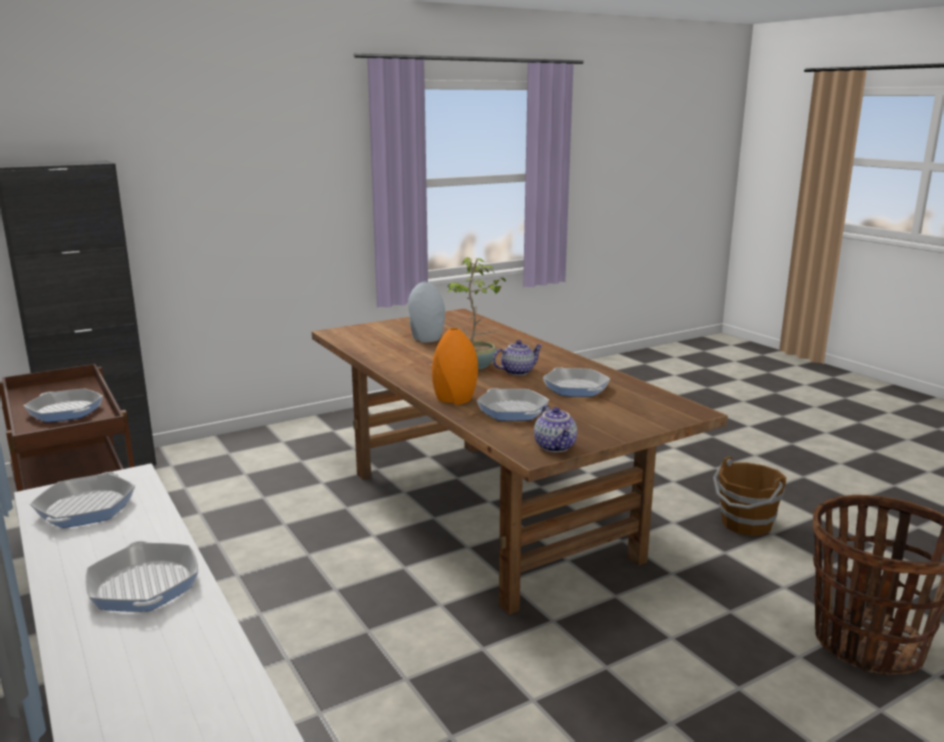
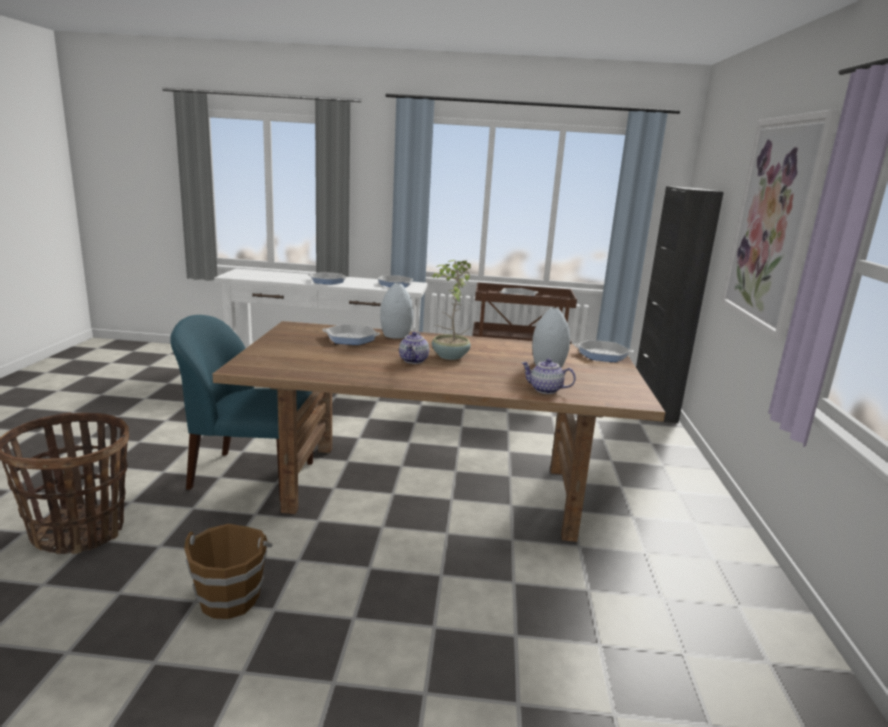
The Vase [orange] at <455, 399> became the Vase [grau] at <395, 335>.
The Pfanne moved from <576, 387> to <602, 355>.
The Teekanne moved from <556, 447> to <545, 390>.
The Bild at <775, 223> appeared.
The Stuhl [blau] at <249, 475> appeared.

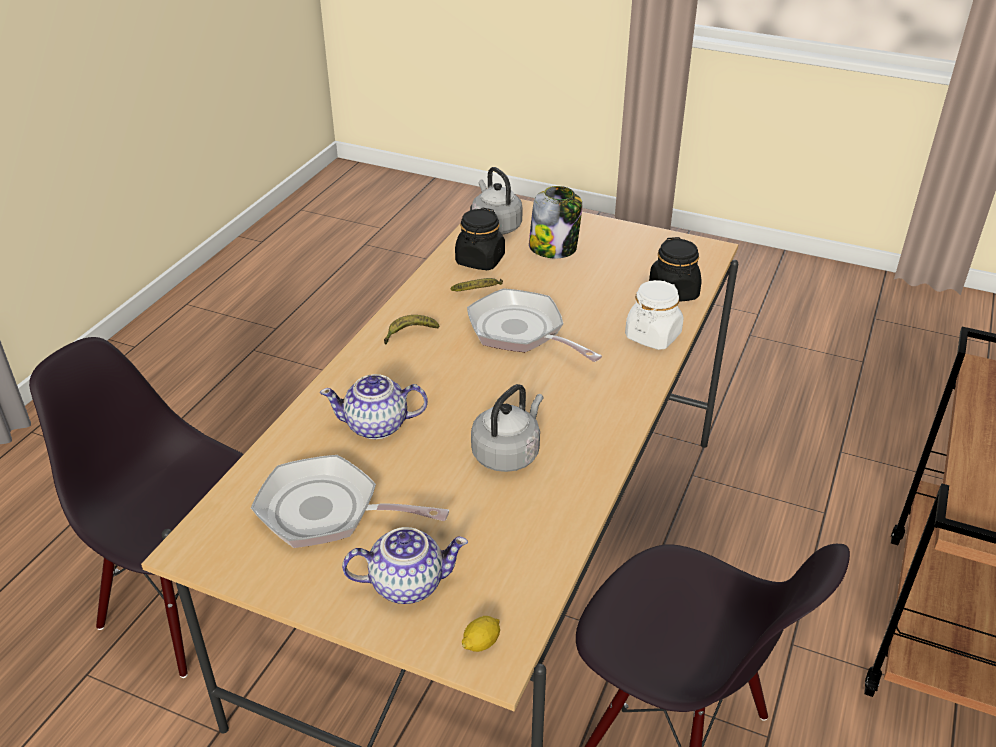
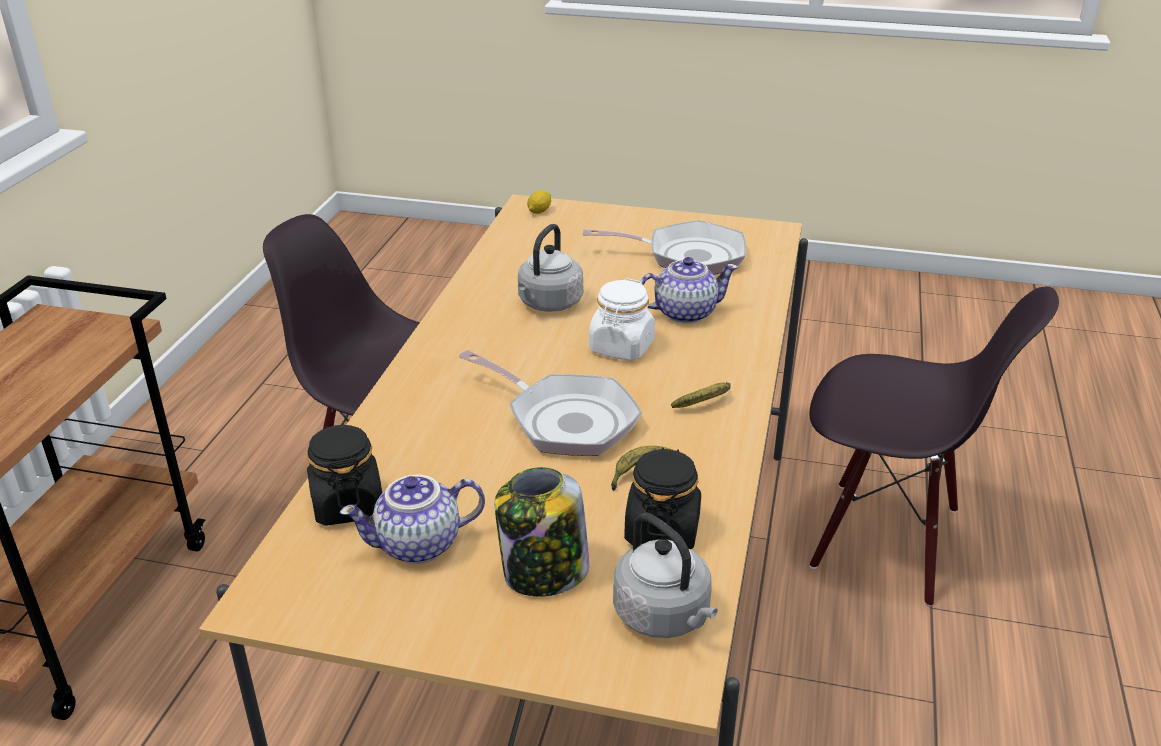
The Vorratsglas [weiß] moved from <653, 336> to <621, 347>.
The Teekanne moved from <408, 583> to <418, 546>.

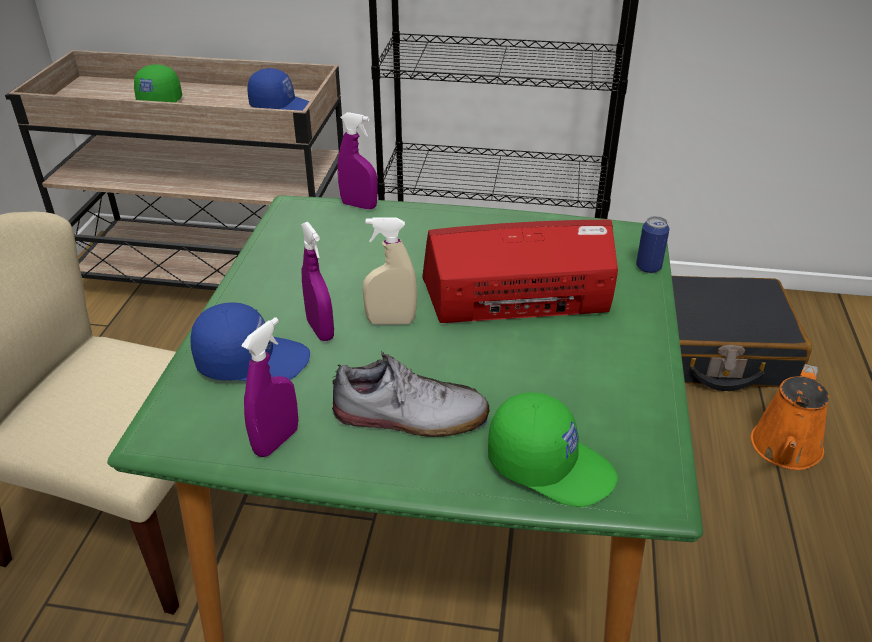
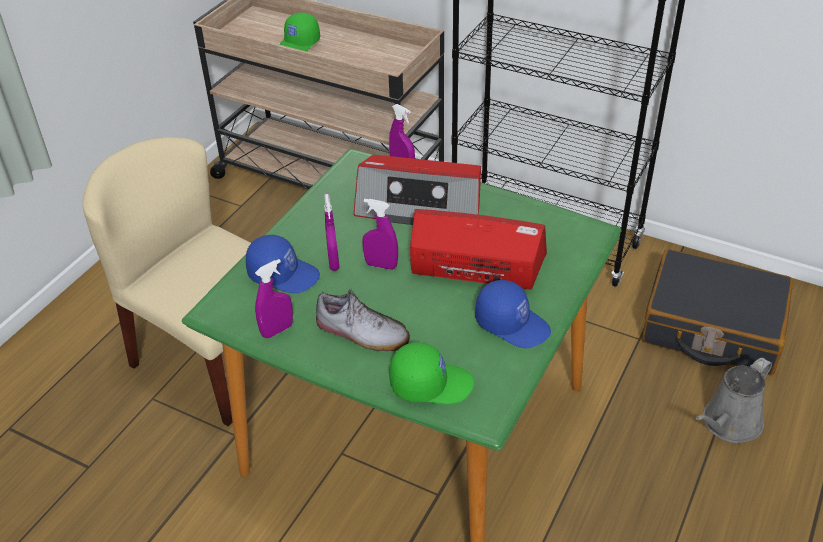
The Kappe [blau] moved from <282, 106> to <512, 324>.
The Dose at <648, 267> disappeared.
The Sprühflasche [beige] at <391, 321> became the Sprühflasche [lila] at <381, 265>.
The Gießkanne [orange] at <785, 450> became the Gießkanne [grau] at <728, 424>.
The Kappe [grün] at <550, 465> turned 45 degrees counterclockwise.
The Radio at <421, 206> appeared.

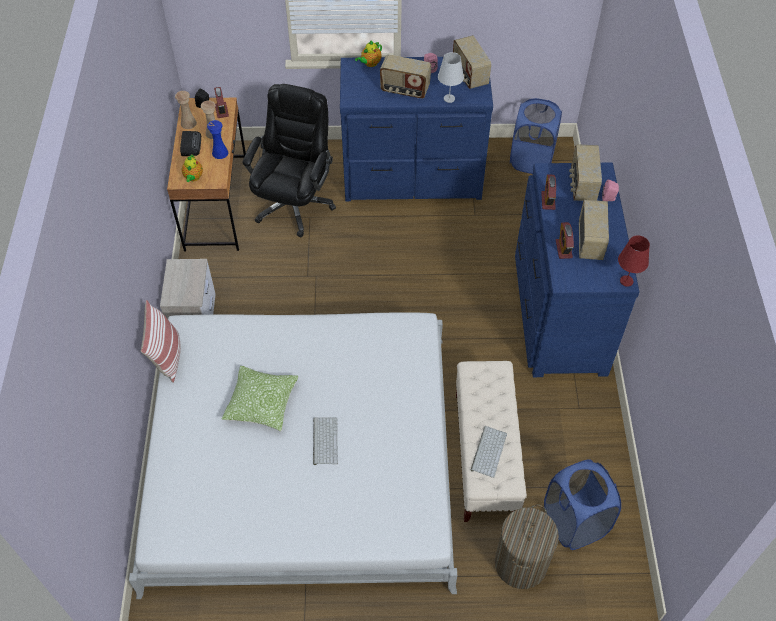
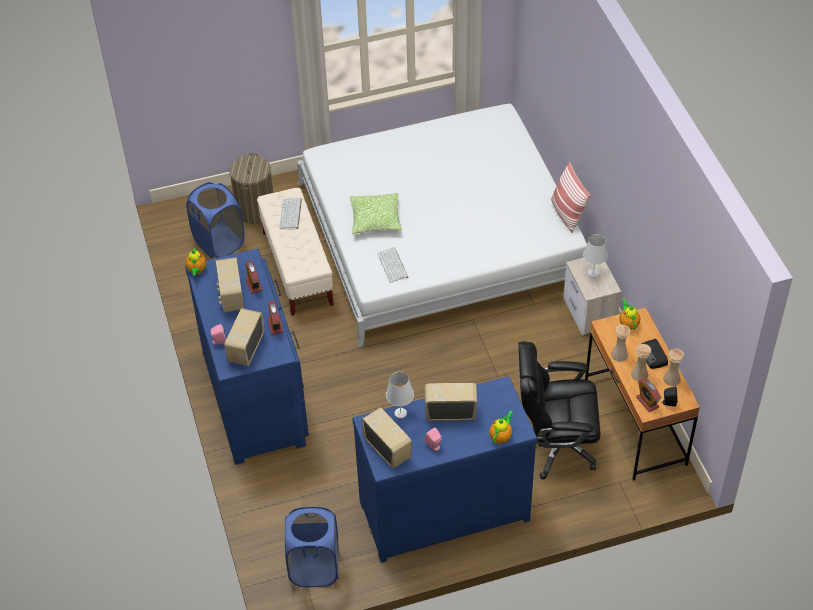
The Bürostuhl [schwarz] at <294, 204> turned 90 degrees clockwise.
The Vase [blau] at <220, 153> became the Vase [beige] at <619, 355>.
The Radio at <582, 185> turned 150 degrees counterclockwise.
The Tischlampe [rot] at <626, 281> was replaced by the Teekanne at <196, 270>.
The Kissen moved from <261, 403> to <375, 219>.
The Tastatur moved from <324, 440> to <393, 265>.
The Tischlampe [weiß] at <593, 273> appeared.

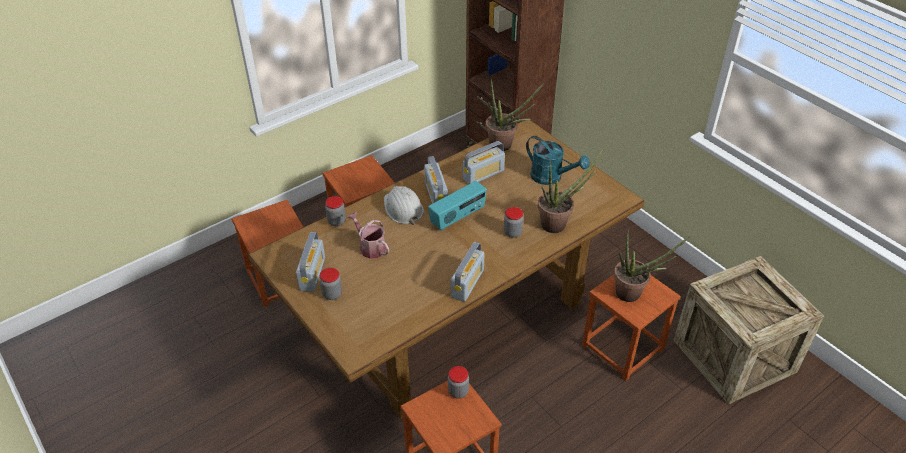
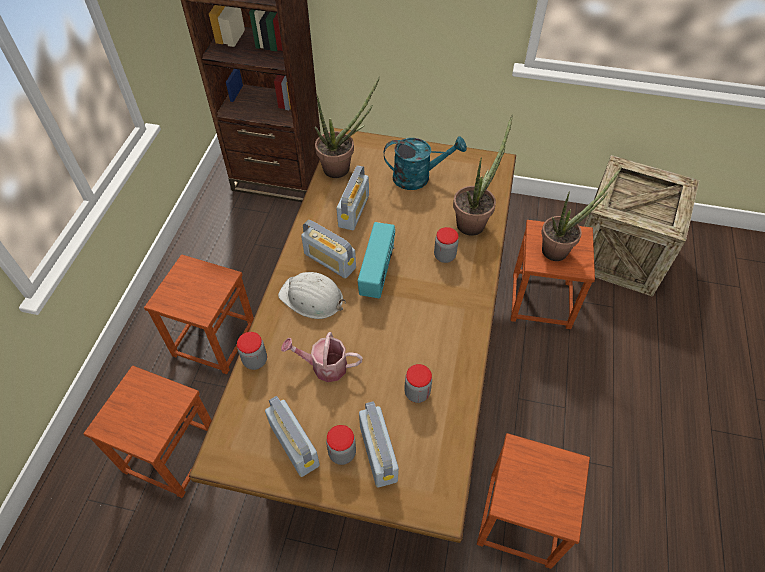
The Radio moved from <467, 283> to <378, 453>.
The Vorratsglas moved from <458, 391> to <417, 393>.

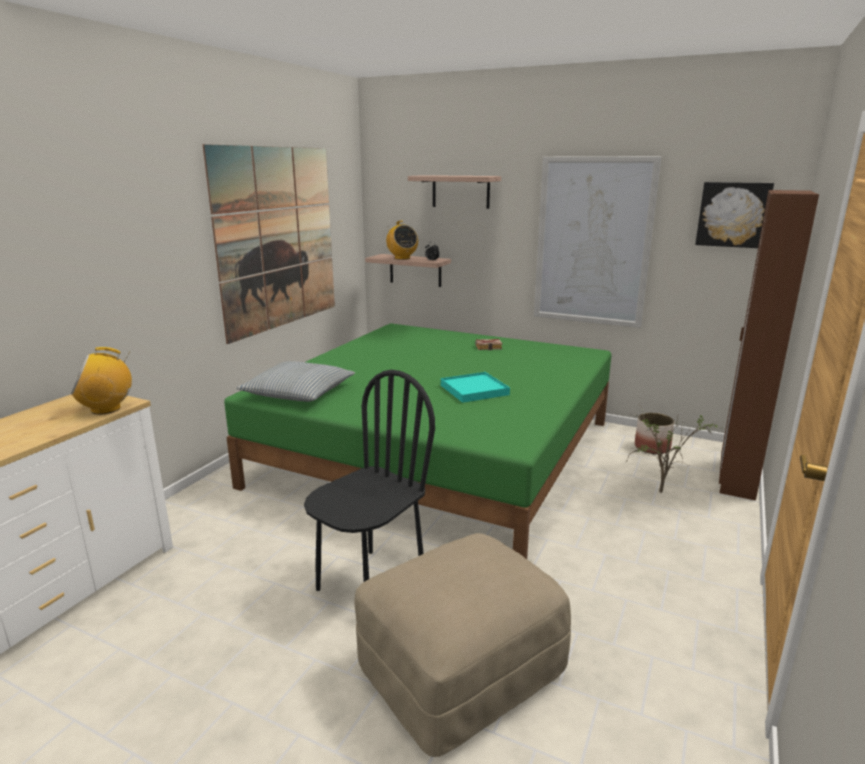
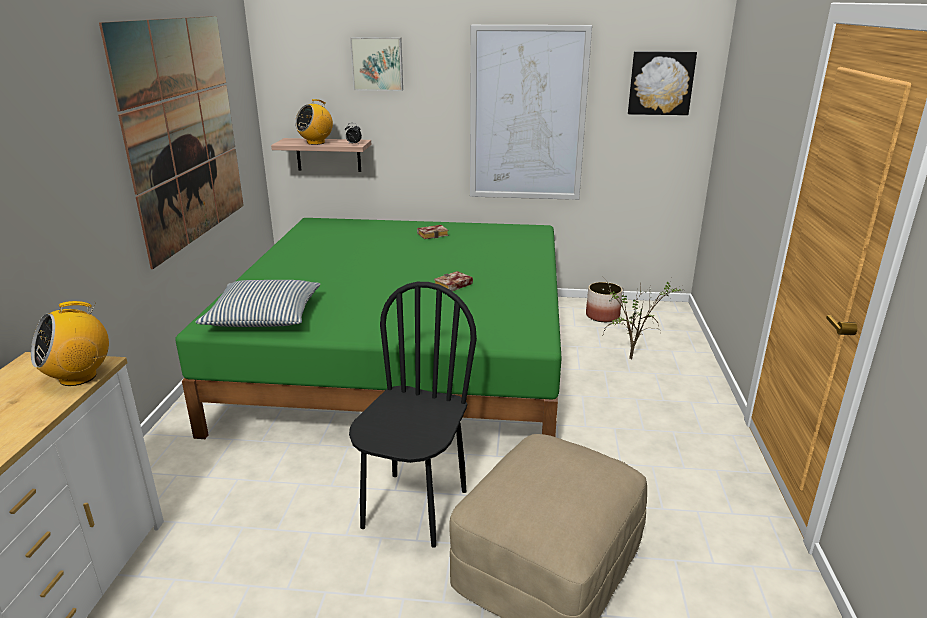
The Wandregal at <460, 191> was replaced by the Bild at <377, 63>.
The Kleiderschrank [braun] at <736, 478> disappeared.
The Radio at <402, 258> turned 90 degrees clockwise.
The Tablett [türkis] at <474, 390> was replaced by the Buch at <453, 286>.

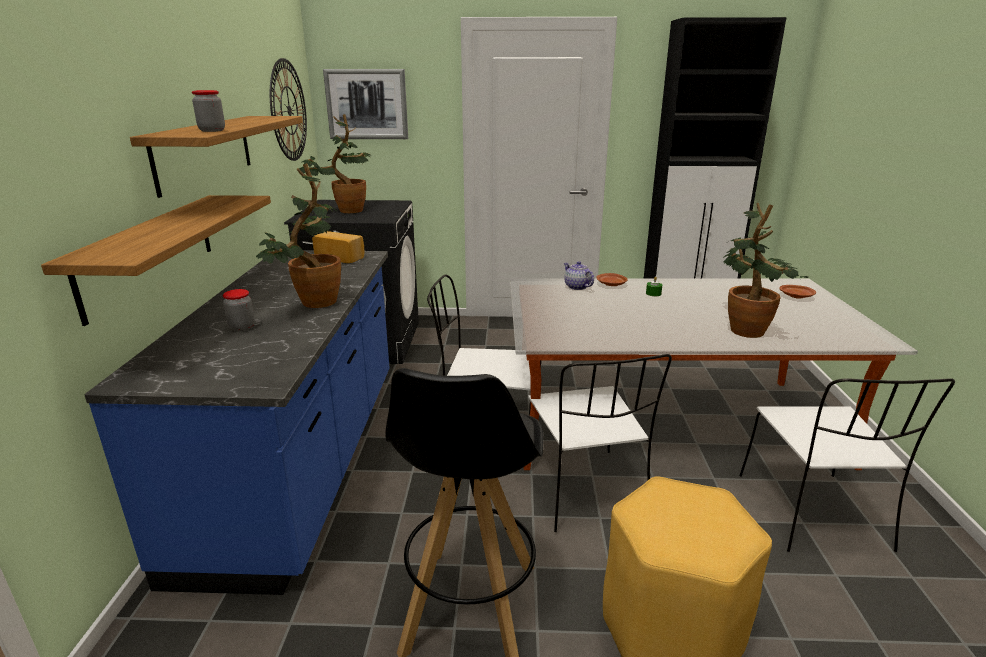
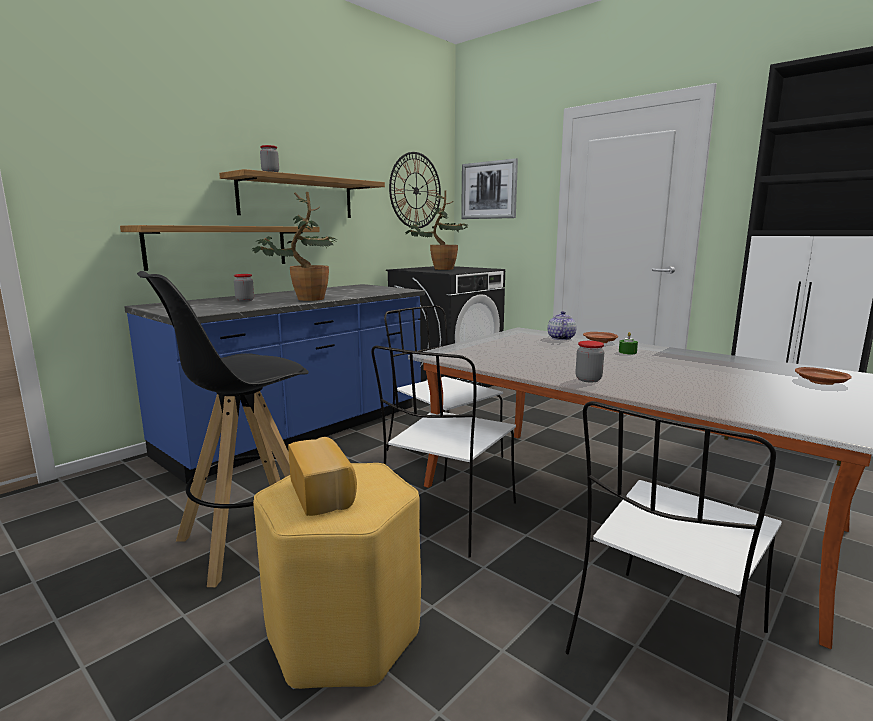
The Topfpflanze at <745, 327> disappeared.
The Brot moved from <341, 257> to <324, 493>.
The Vorratsglas at <588, 379> appeared.

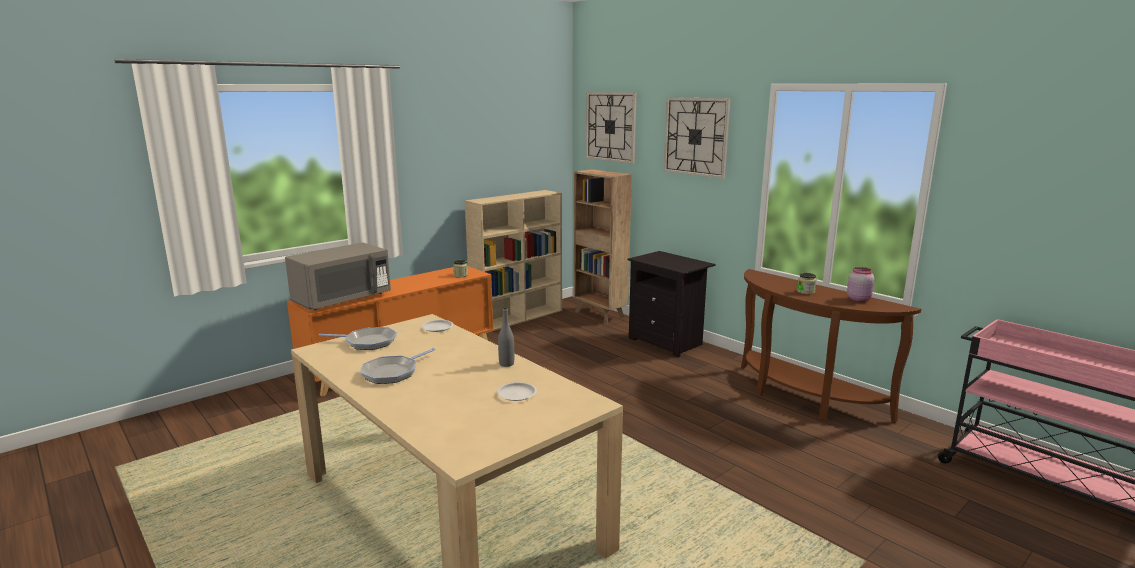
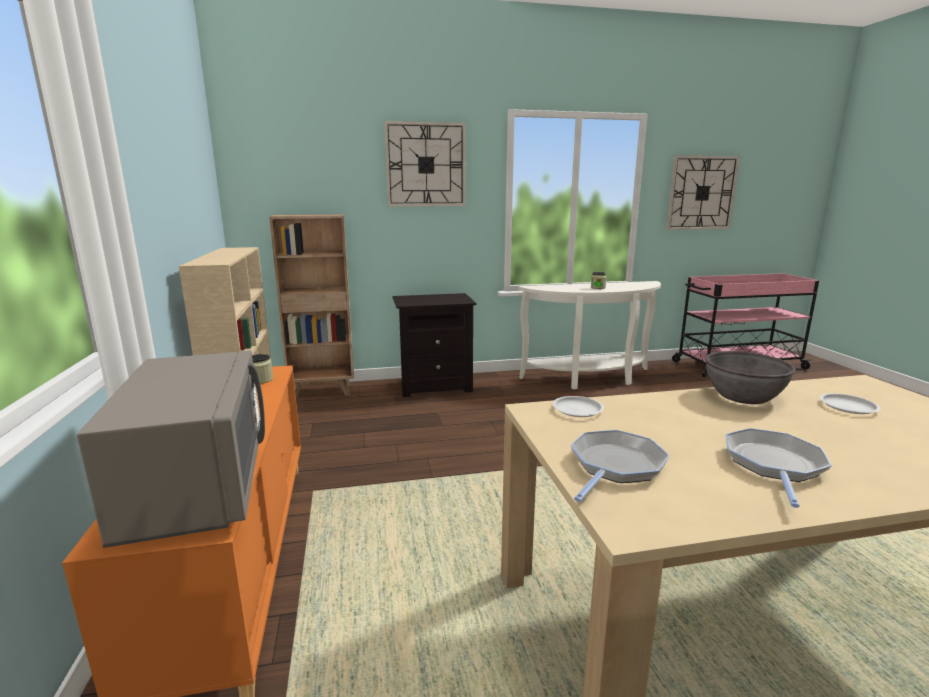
The Wanduhr moved from <610, 127> to <701, 193>.
The Vorratsglas [rosa] at <858, 299> disappeared.
The Konsolentisch [braun] at <802, 398> became the Konsolentisch [weiß] at <591, 379>.
The Flasche [grau] at <506, 364> was replaced by the Schüssel [grau] at <743, 396>.
The Pfanne at <392, 373> turned 135 degrees counterclockwise.

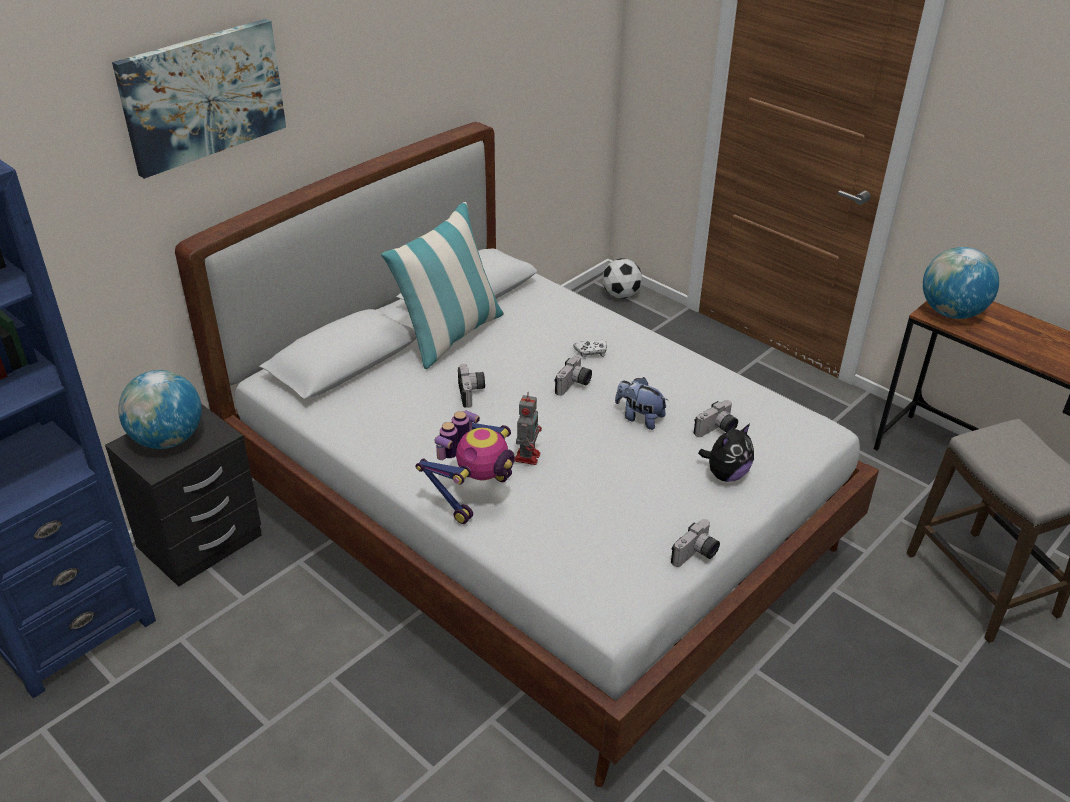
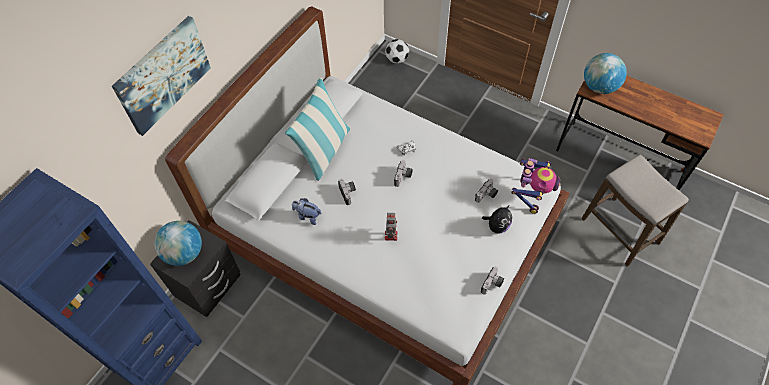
The Plüschtier moved from <639, 418> to <307, 216>.
The Spielzeugroboter moved from <473, 494> to <531, 194>.

